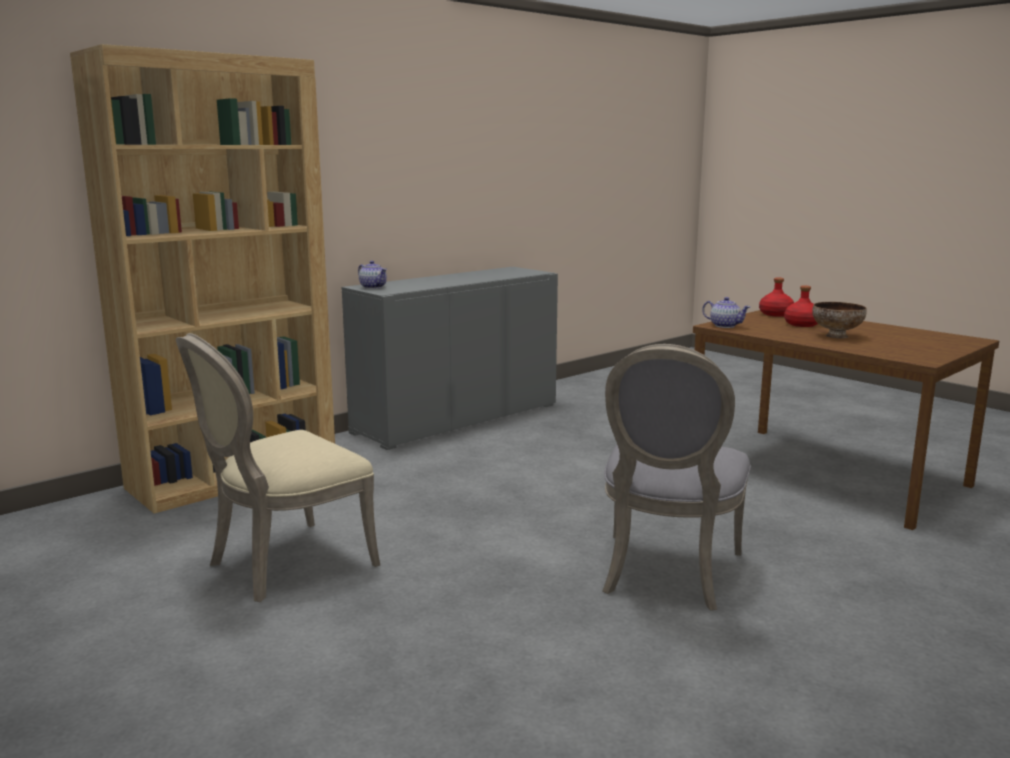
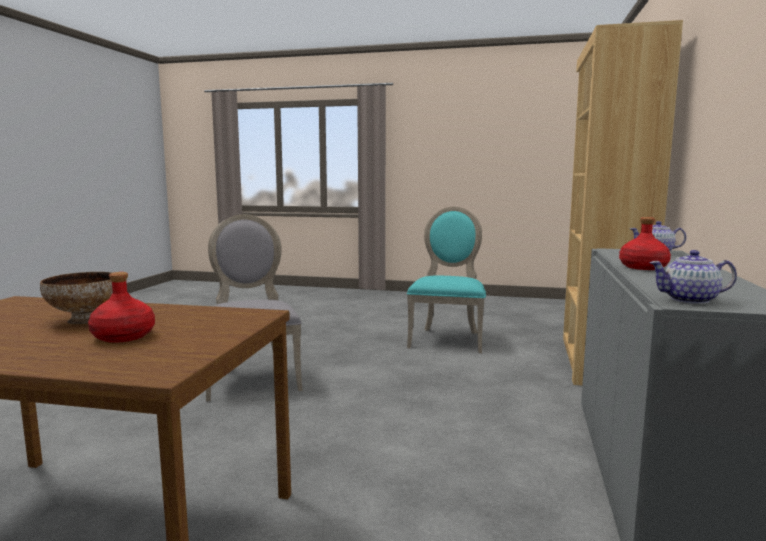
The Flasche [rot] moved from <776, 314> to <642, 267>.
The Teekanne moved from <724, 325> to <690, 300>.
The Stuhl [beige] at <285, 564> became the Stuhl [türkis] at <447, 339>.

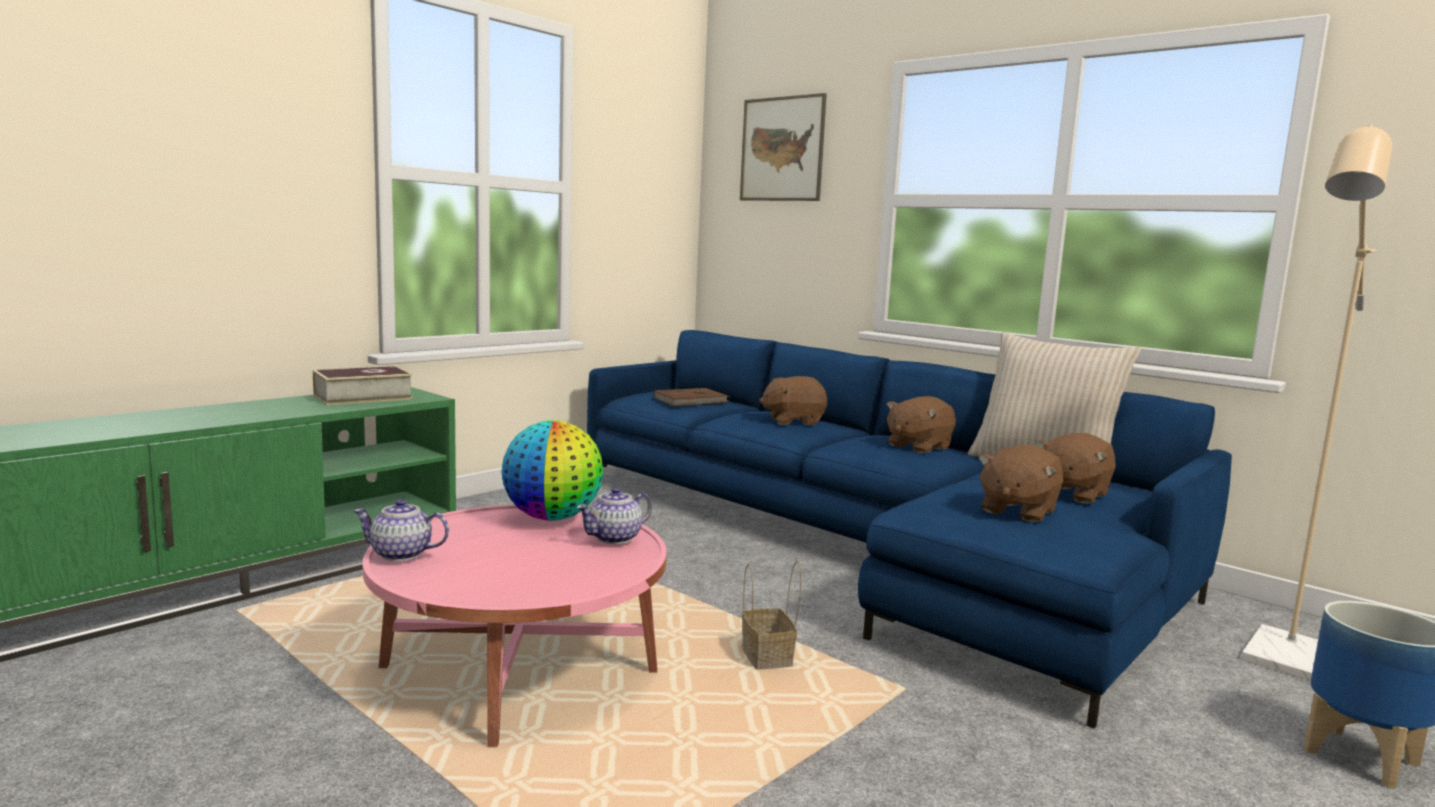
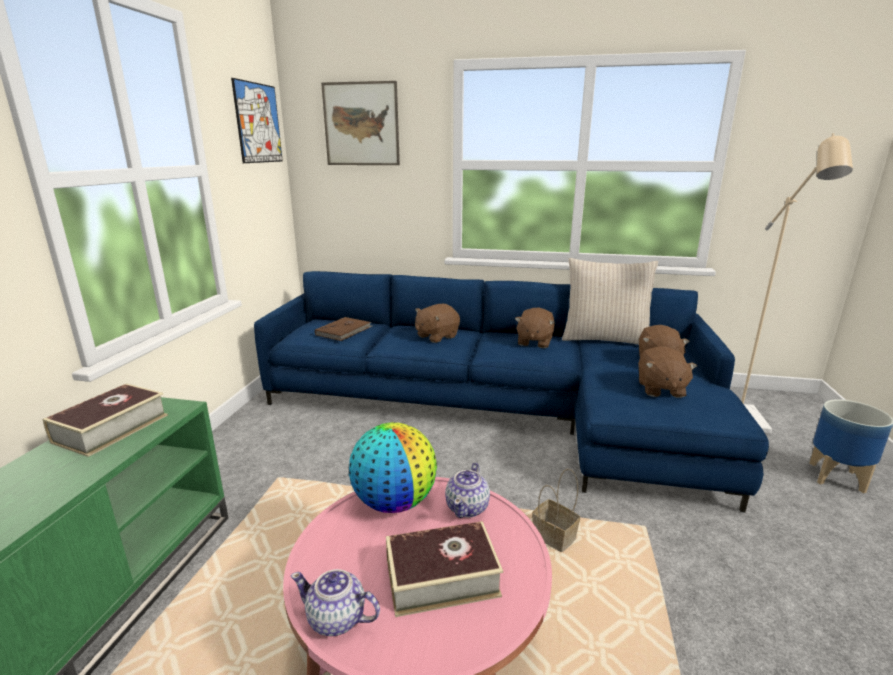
The Teekanne at <402, 554> turned 45 degrees clockwise.
The Bild at <258, 123> appeared.
The Buch at <441, 577> appeared.

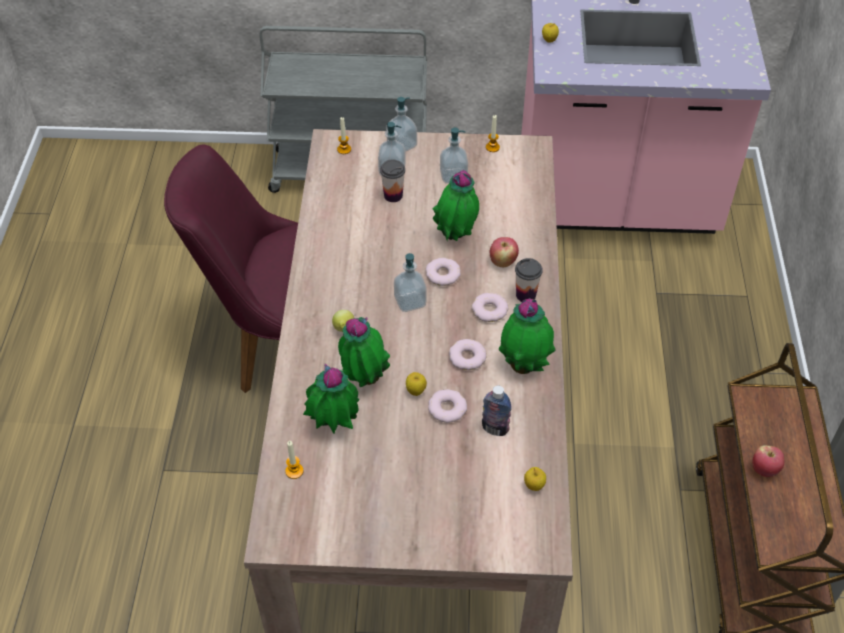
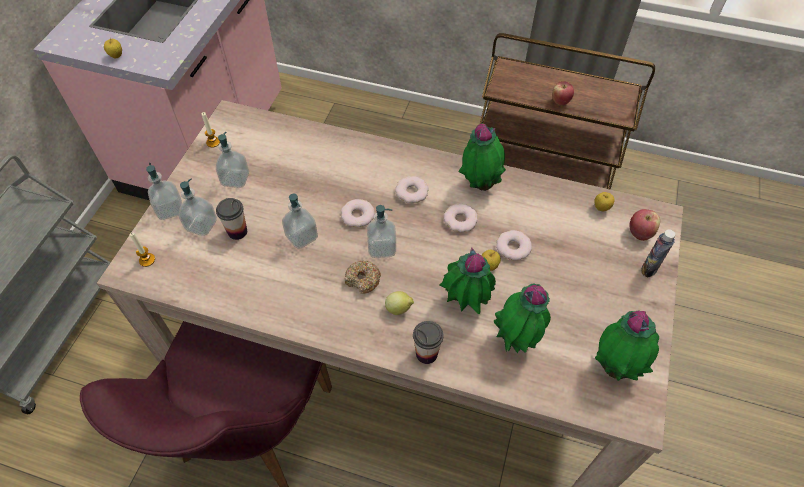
The Topfpflanze moved from <456, 237> to <615, 367>.
The Apfel moved from <502, 262> to <639, 233>.
The Tasse moved from <525, 295> to <426, 353>.
The Flasche moved from <495, 429> to <649, 268>.
The Kerze at <294, 471> disappeared.
The Seifenspender at <302, 237> appeared.
The Donut at <363, 280> appeared.

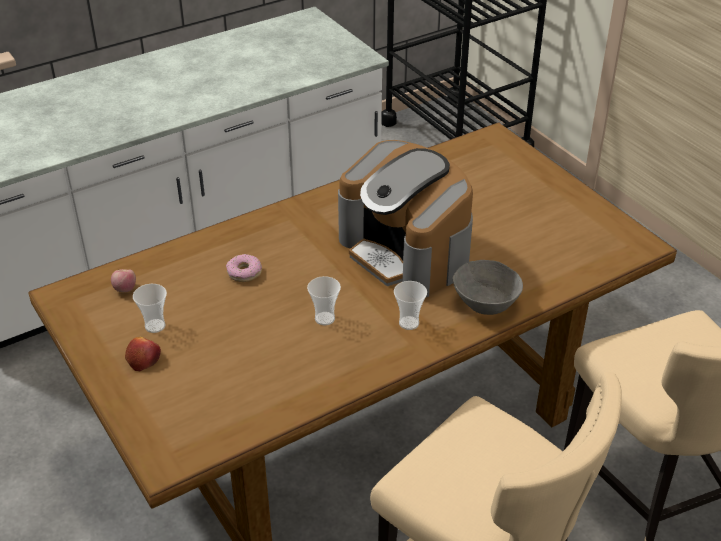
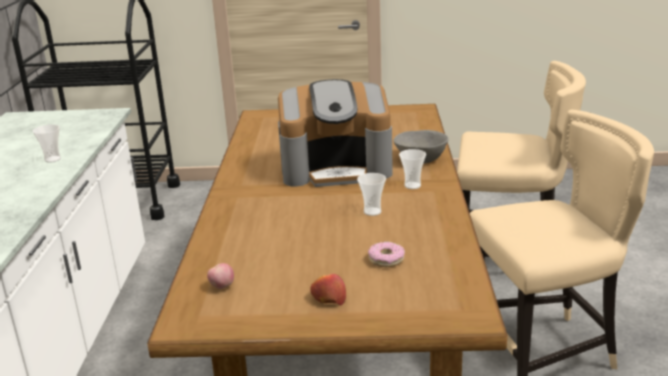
The Donut moved from <244, 272> to <386, 259>.
The Tasse moved from <155, 326> to <52, 159>.

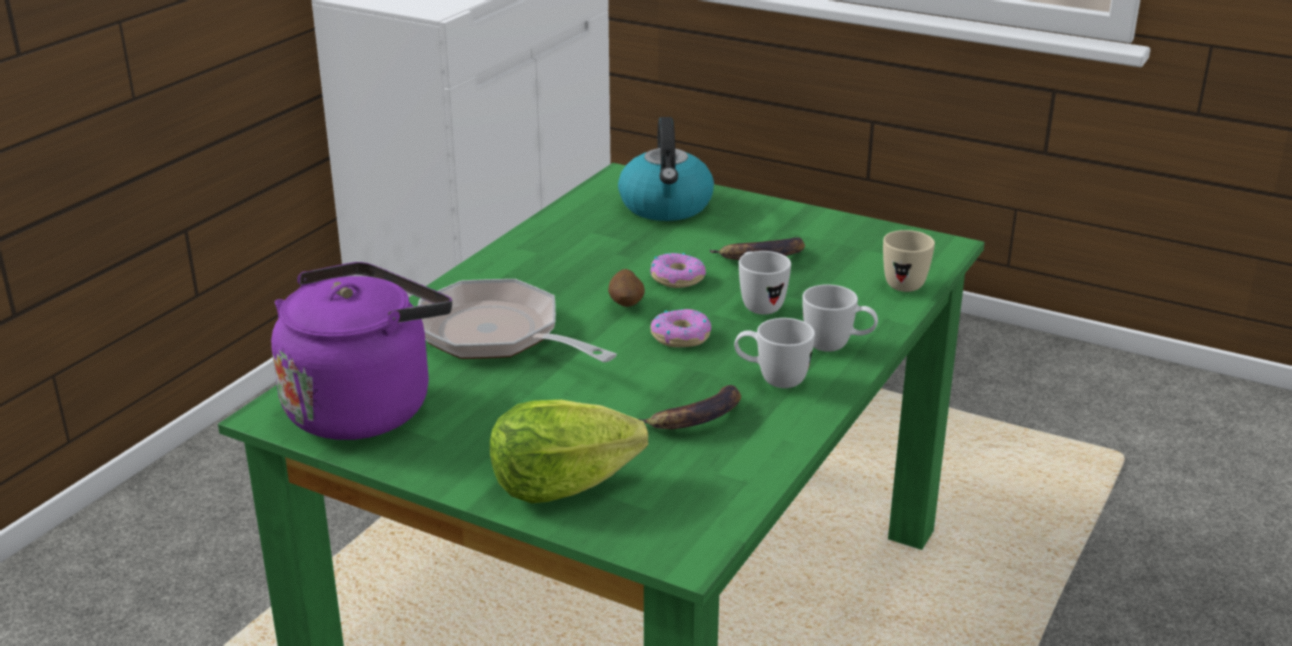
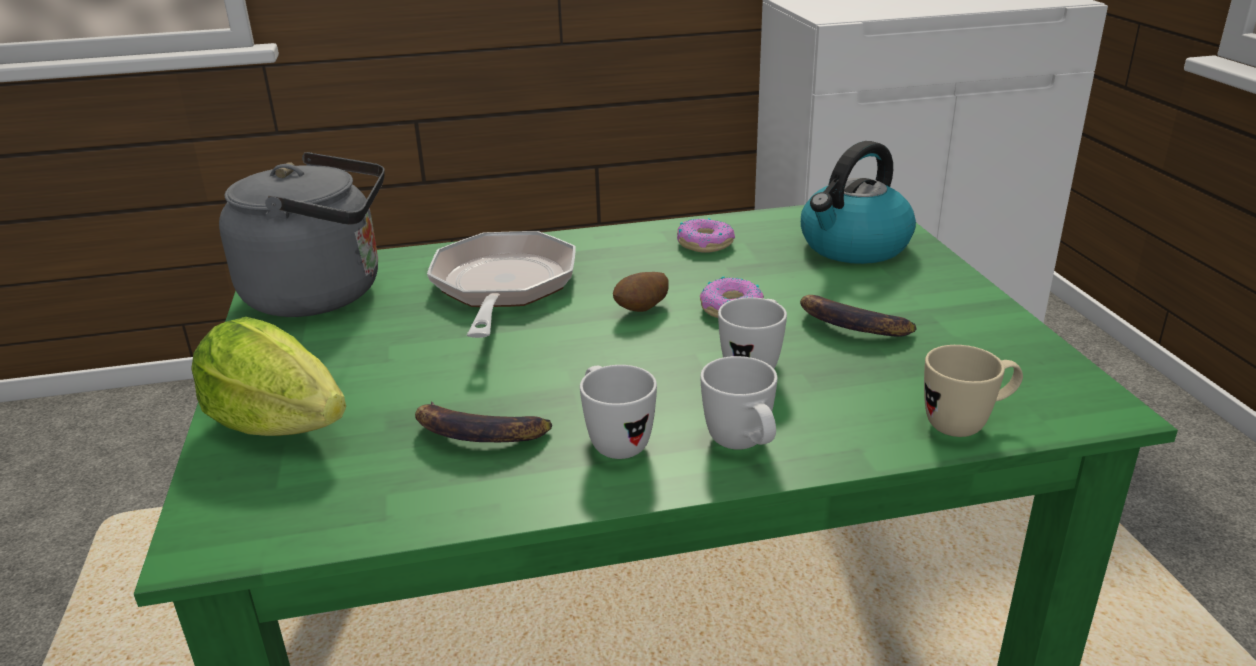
The Wasserkessel [lila] at <364, 406> became the Wasserkessel [grau] at <323, 293>.
The Donut moved from <681, 336> to <705, 243>.

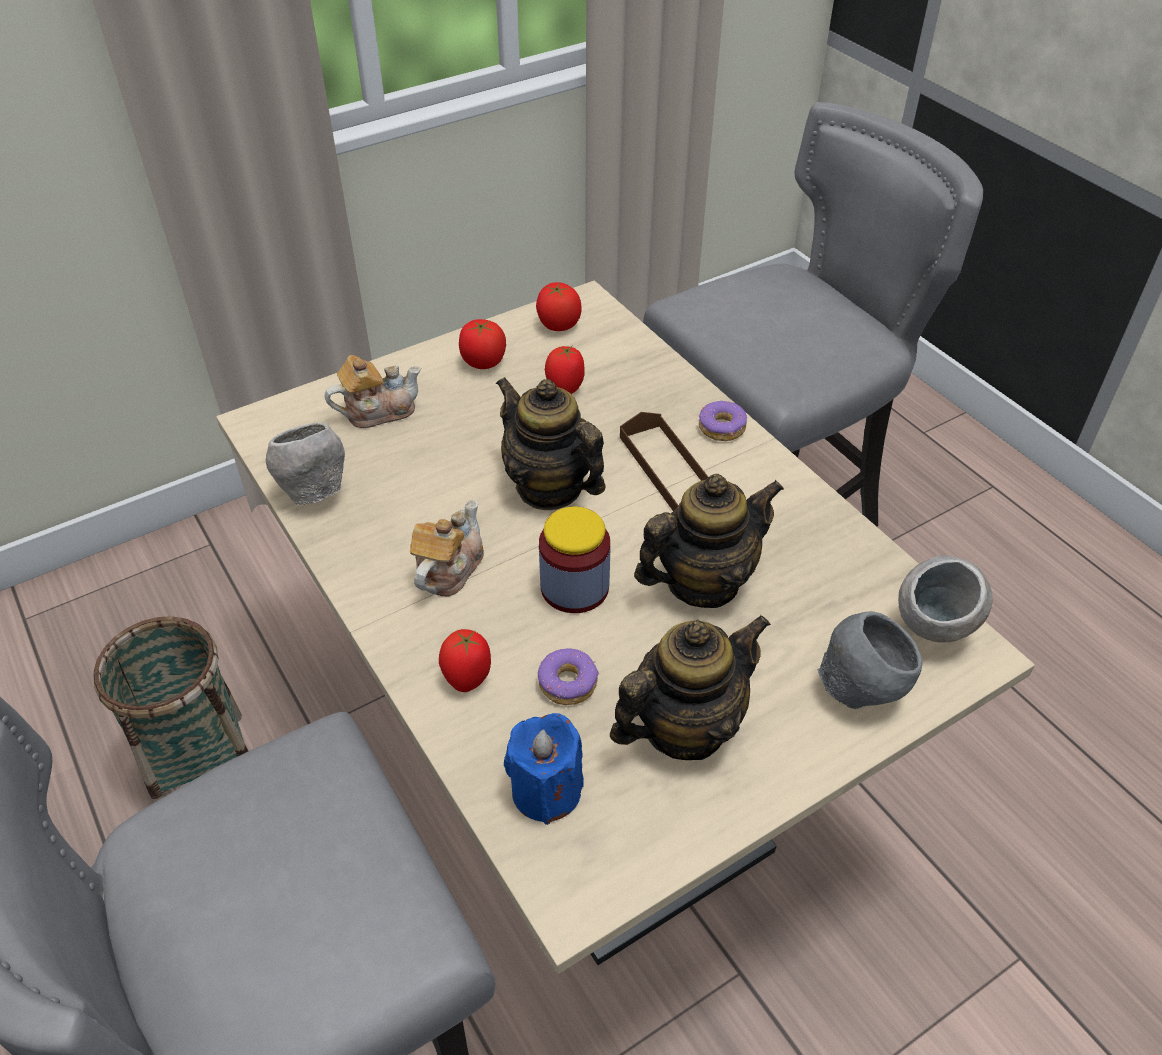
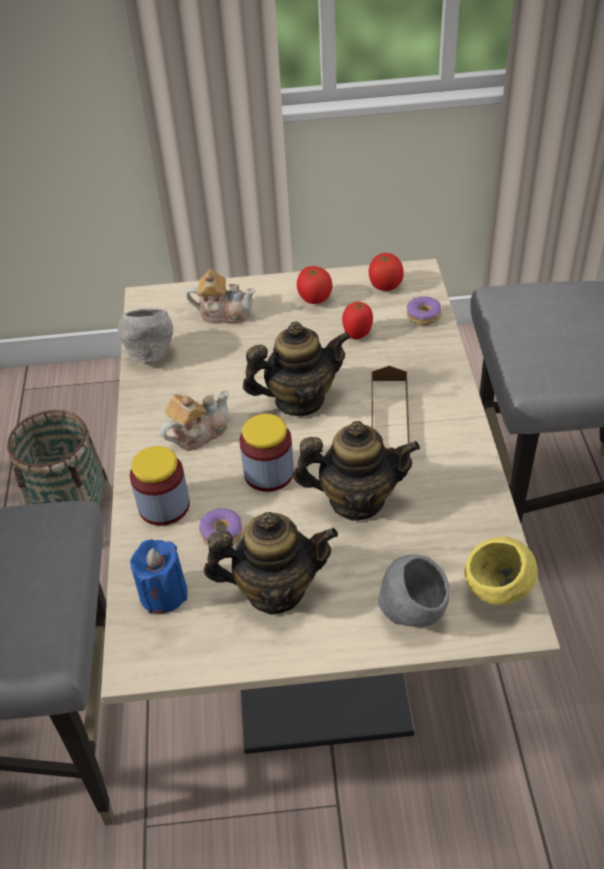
The Teekanne at <549, 487> turned 90 degrees clockwise.
The Donut moved from <721, 428> to <423, 316>.
The Schüssel [grau] at <932, 632> became the Schüssel [gelb] at <497, 595>.
The Tomate at <467, 677> was replaced by the Vorratsglas at <164, 506>.

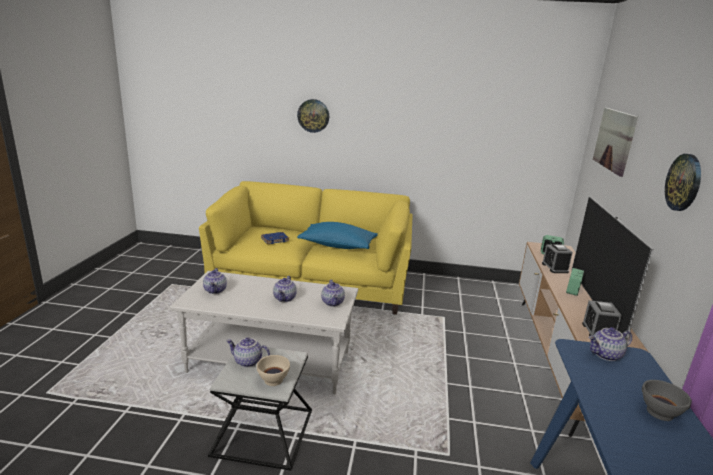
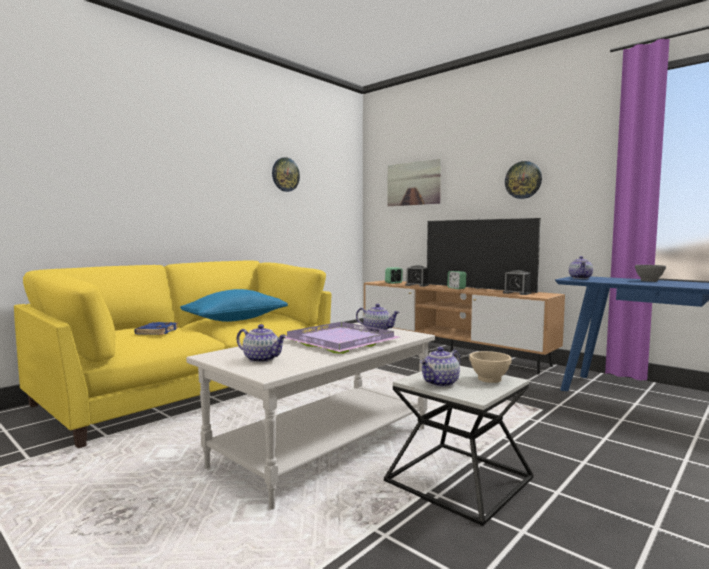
The Wanduhr moved from <313, 115> to <285, 174>.
The Teekanne at <285, 298> was replaced by the Tablett [lila] at <340, 340>.

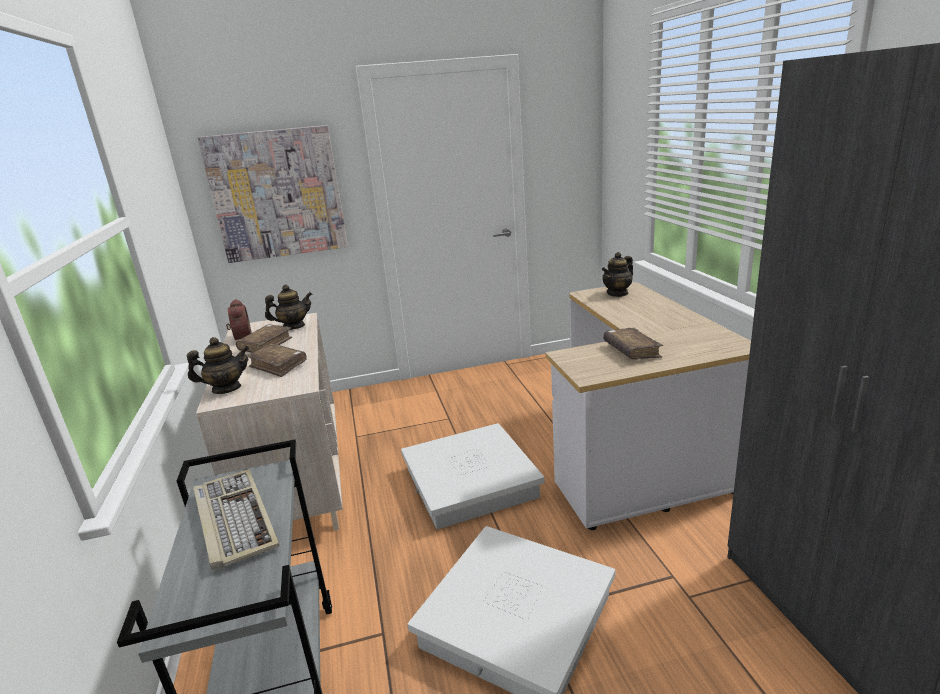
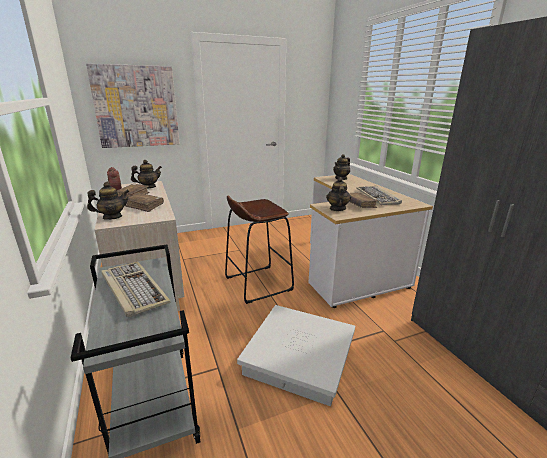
The Aufbewahrungsbox [weiß] at <470, 482> was replaced by the Hocker [braun] at <258, 283>.
The Teekanne at <337, 209> appeared.
The Tastatur at <378, 197> appeared.

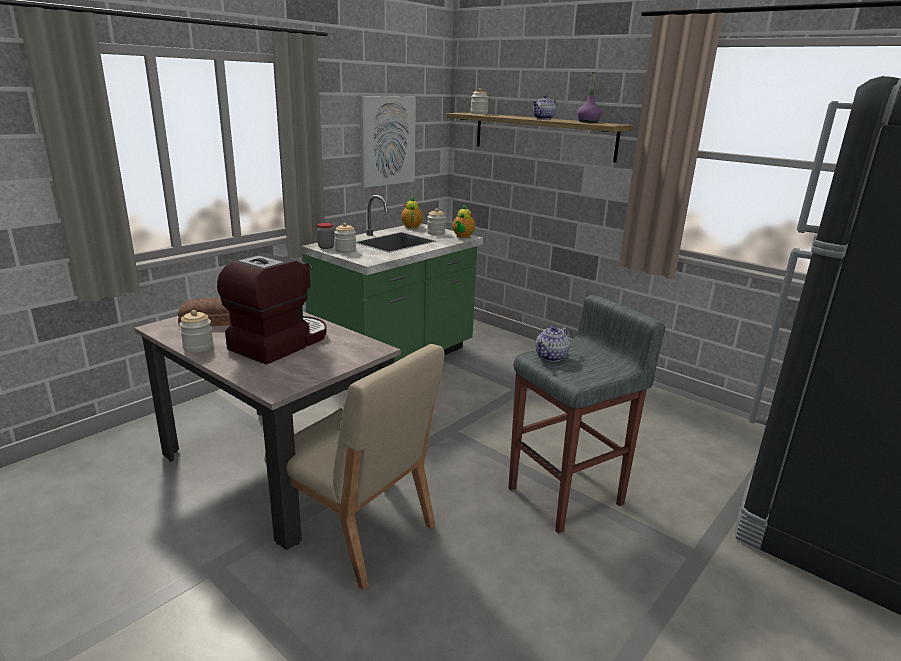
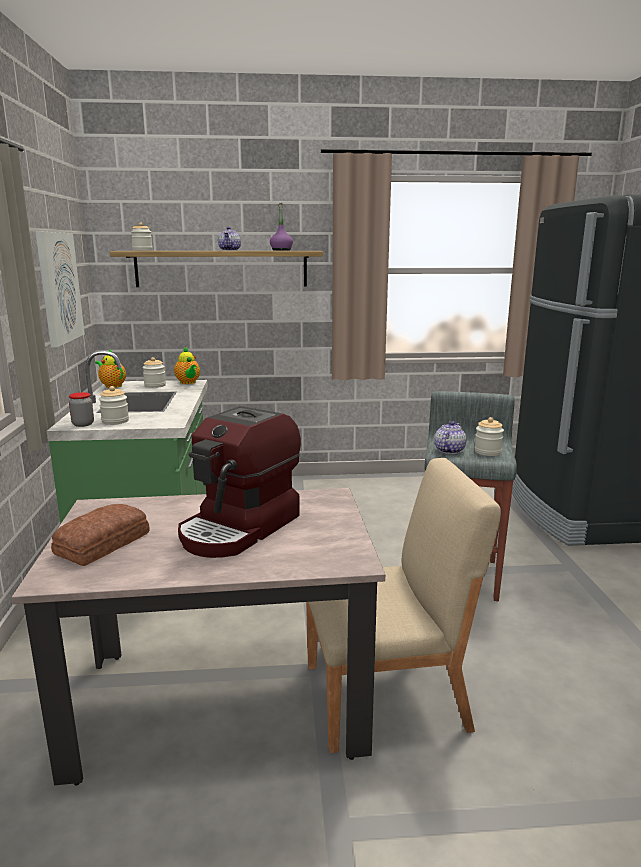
The Kaffeemaschine at <279, 343> turned 135 degrees counterclockwise.
The Vorratsglas moved from <198, 347> to <487, 452>.
The Teekanne at <551, 357> turned 150 degrees counterclockwise.

